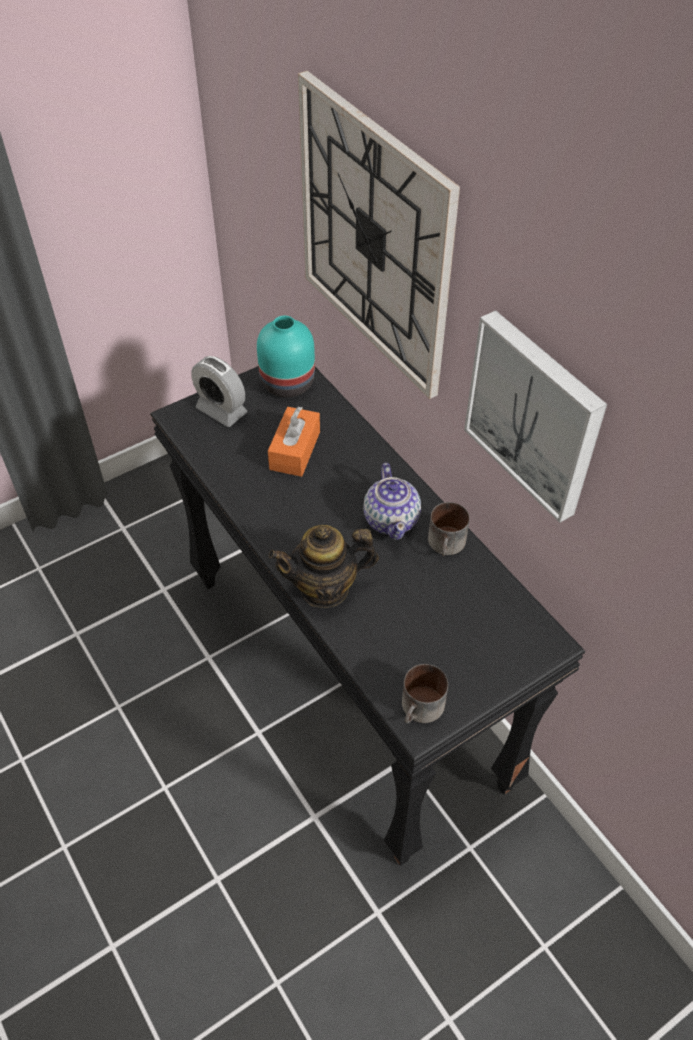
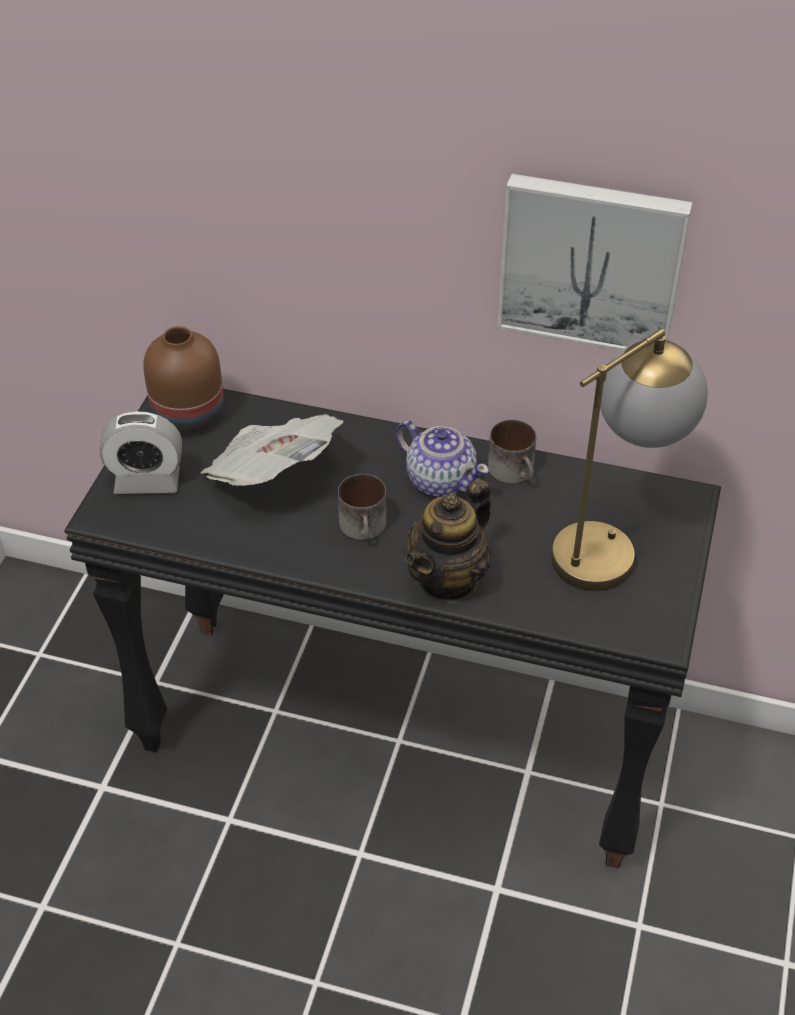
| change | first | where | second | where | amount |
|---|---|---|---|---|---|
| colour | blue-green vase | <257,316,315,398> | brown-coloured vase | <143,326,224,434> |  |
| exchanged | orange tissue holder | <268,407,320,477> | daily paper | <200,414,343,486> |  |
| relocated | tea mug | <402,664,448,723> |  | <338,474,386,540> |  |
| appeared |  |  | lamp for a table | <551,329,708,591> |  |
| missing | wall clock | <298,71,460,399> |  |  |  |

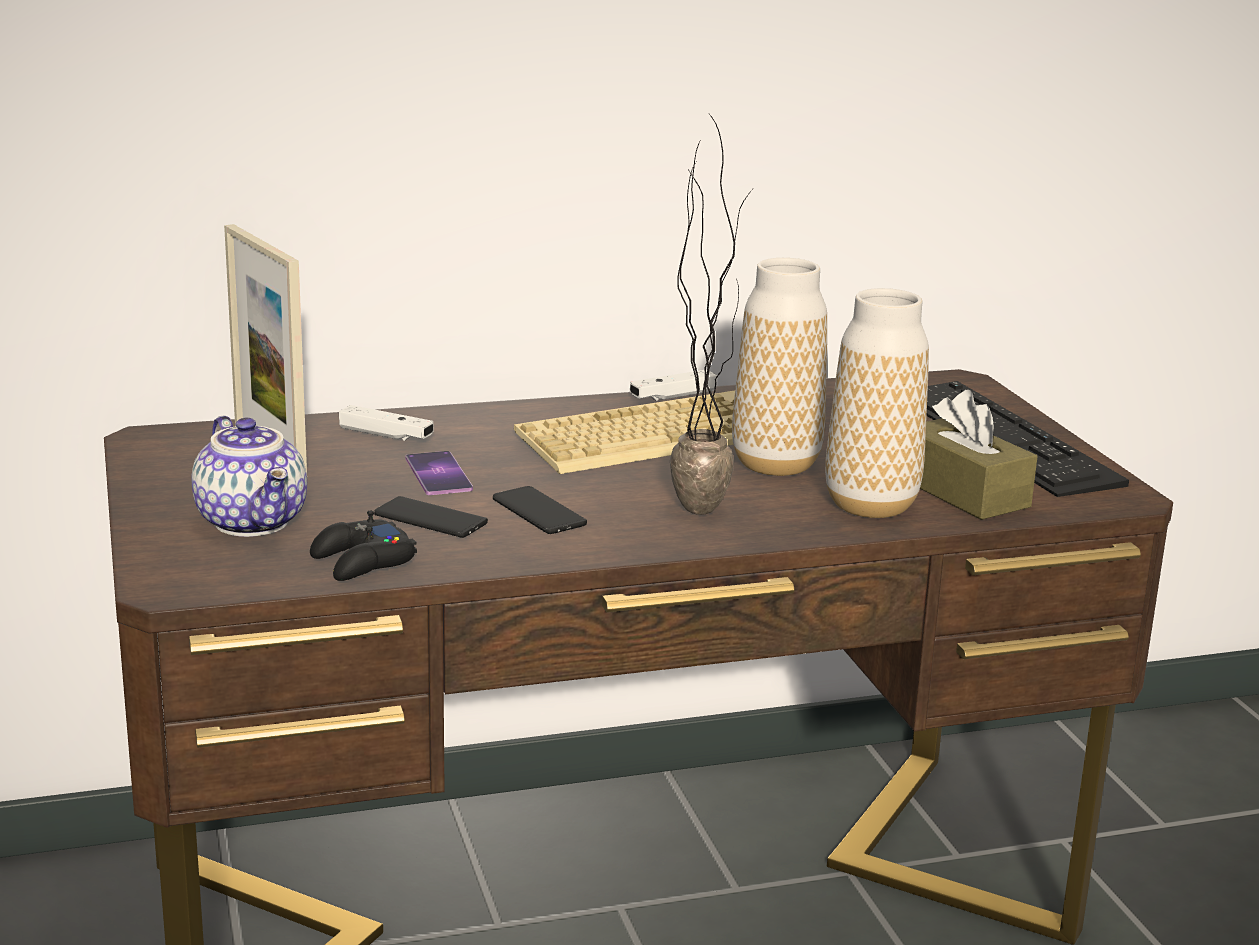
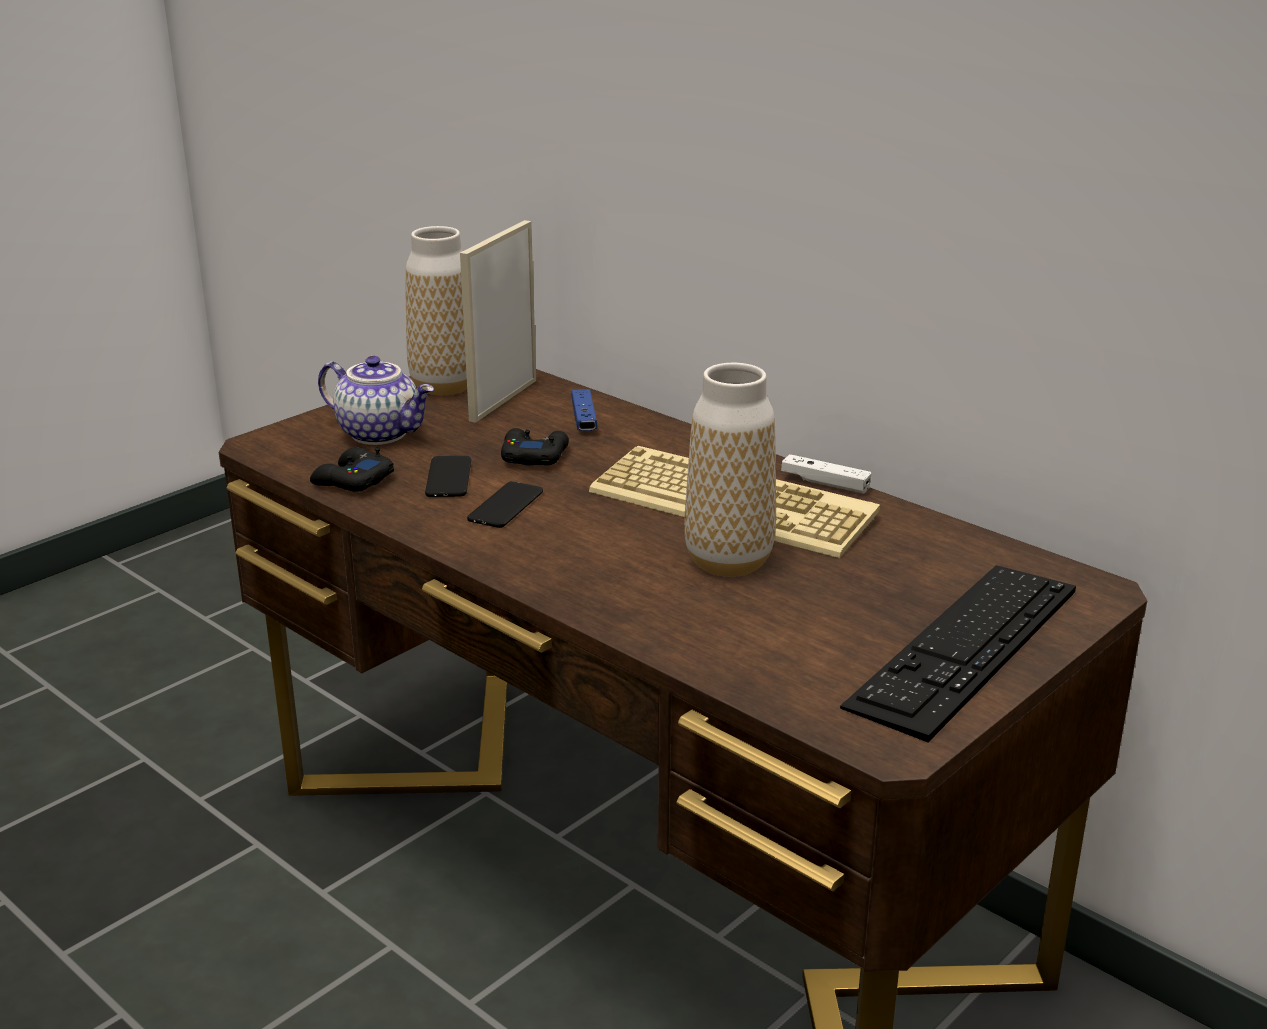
| change | first | where | second | where | amount |
|---|---|---|---|---|---|
| spun | tea pot | <191,415,307,537> |  | <318,356,434,445> | 90 degrees counterclockwise |
| relocated | vase | <825,288,929,518> |  | <405,226,467,395> |  |
| exchanged | handset | <406,451,473,495> | blackish game controller | <501,428,569,465> |  |
| colour | white-coloured game controller | <339,405,434,441> | blue game controller | <572,389,597,431> |  |
| missing | houseplant | <670,115,752,515> |  |  |  |
| missing | brown-coloured tissue holder | <920,390,1037,520> |  |  |  |

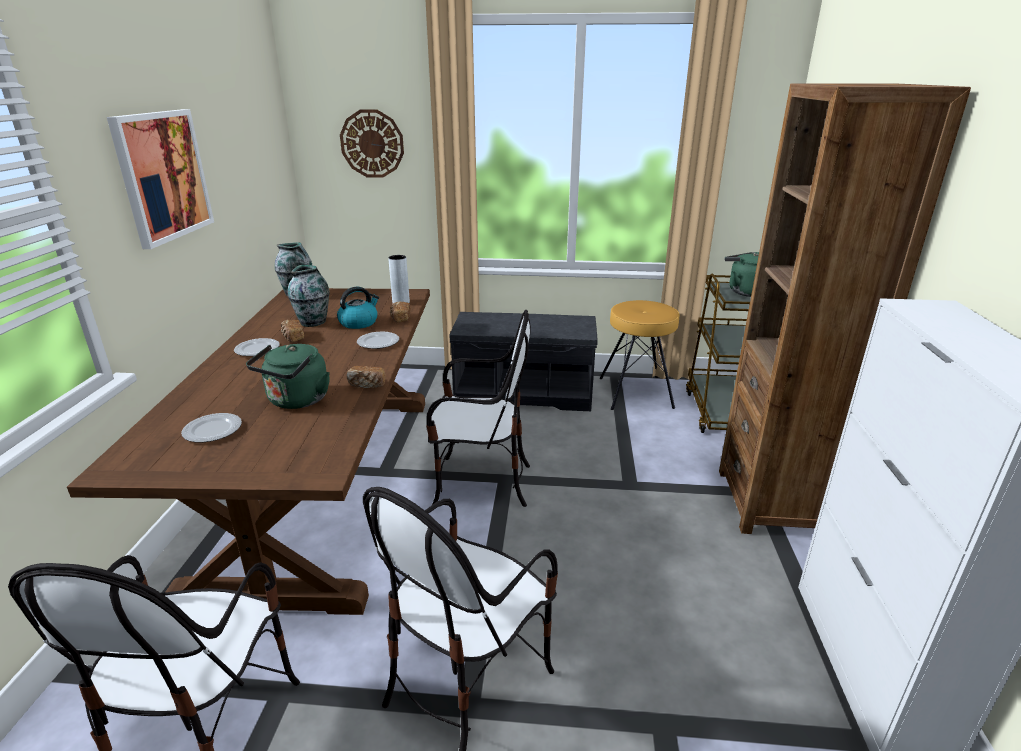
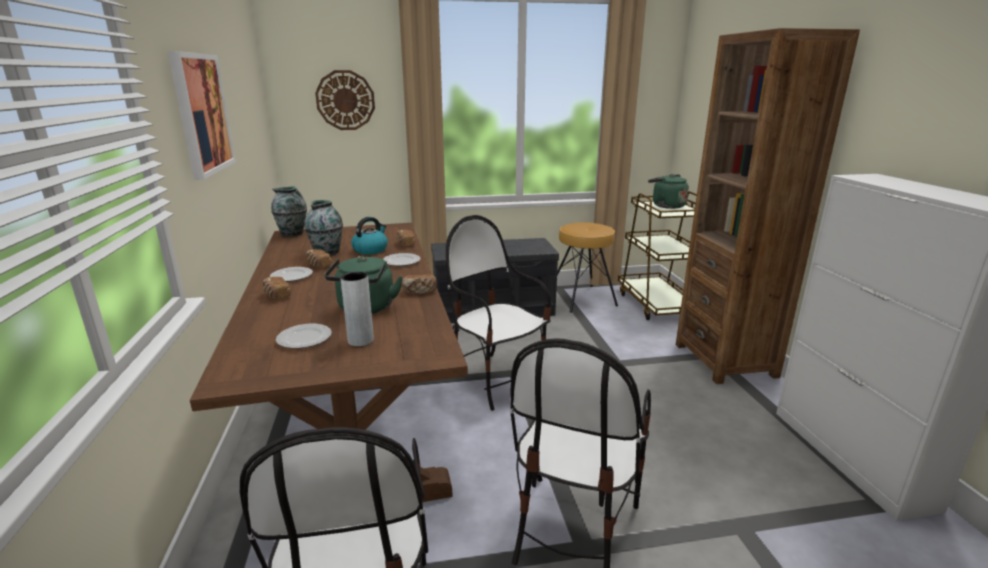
| change | first | where | second | where | amount |
|---|---|---|---|---|---|
| appeared |  |  | baked bread | <263,277,291,300> |  |
| relocated | gray vase | <388,255,410,303> |  | <340,272,374,346> |  |
| spun | upright chair | <426,310,531,507> |  | <446,215,552,411> | 120 degrees counterclockwise |

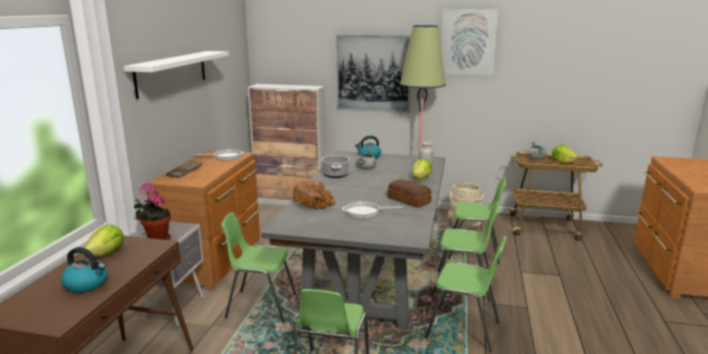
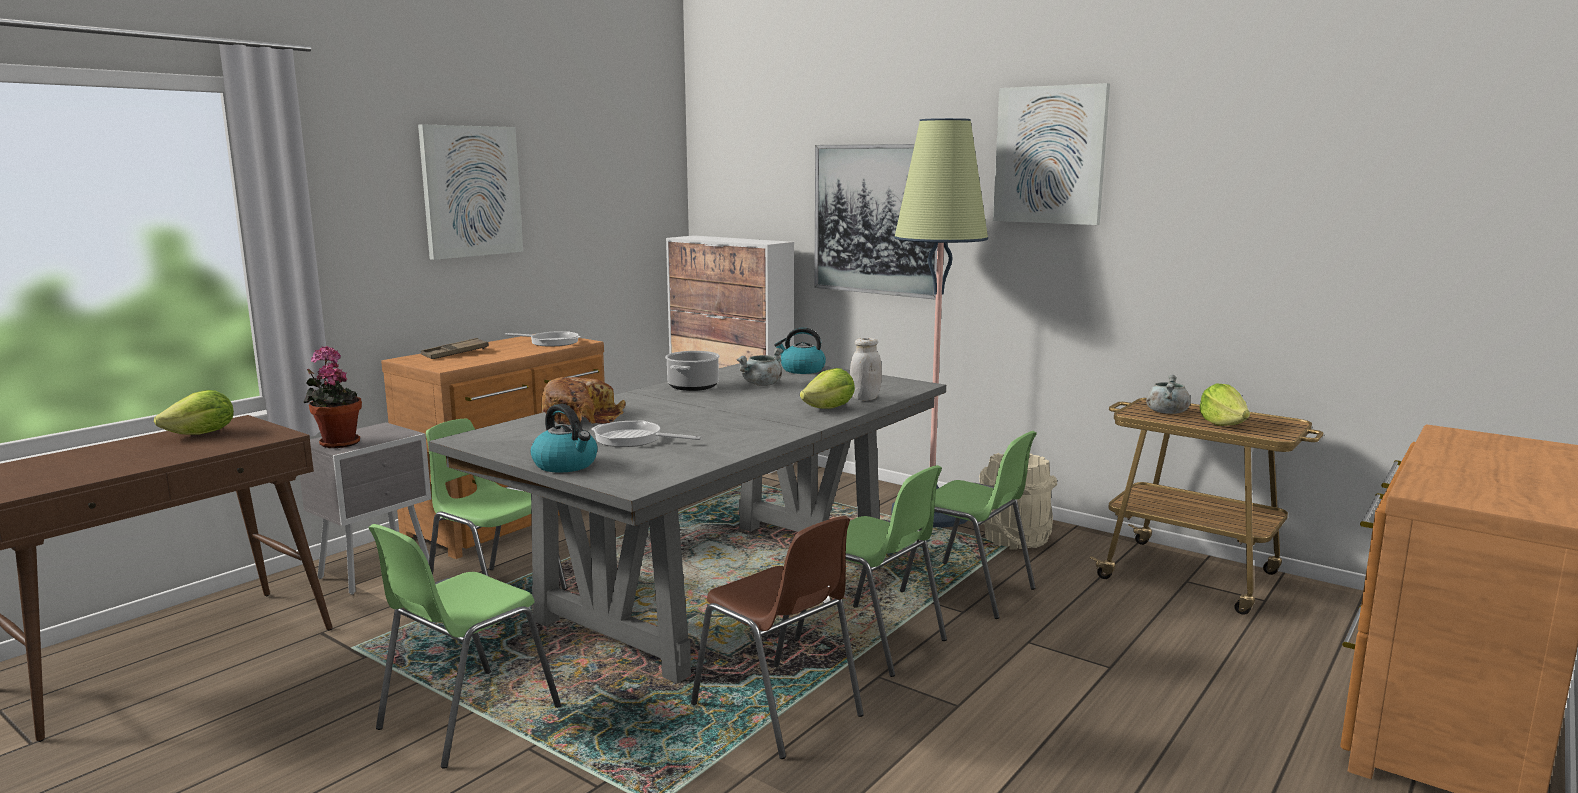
| change | first | where | second | where | amount |
|---|---|---|---|---|---|
| exchanged | white-coloured wall shelf | <124,51,229,99> | picture | <418,124,523,260> |  |
| relocated | water kettle | <61,247,108,293> |  | <531,404,598,473> |  |
| colour | green upright chair | <425,236,507,353> | brown-coloured upright chair | <691,516,864,759> |  |
| missing | baked bread | <387,179,432,208> |  |  |  |

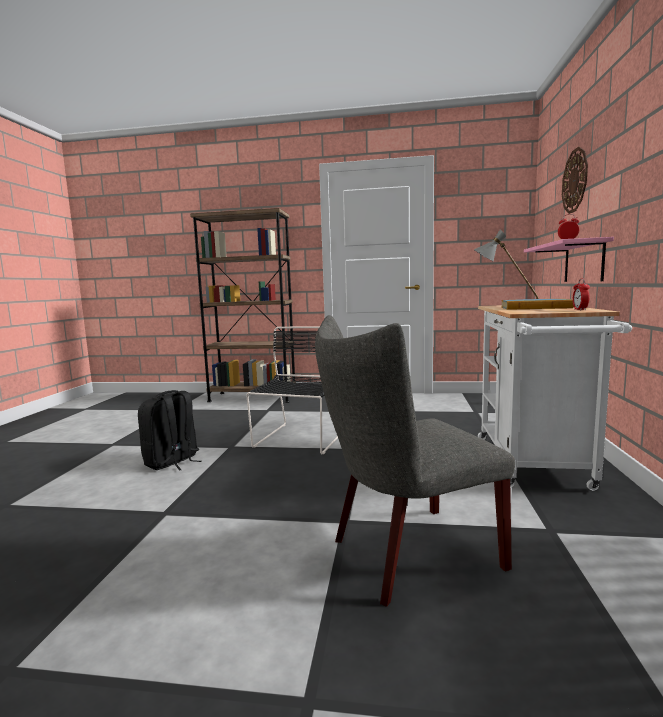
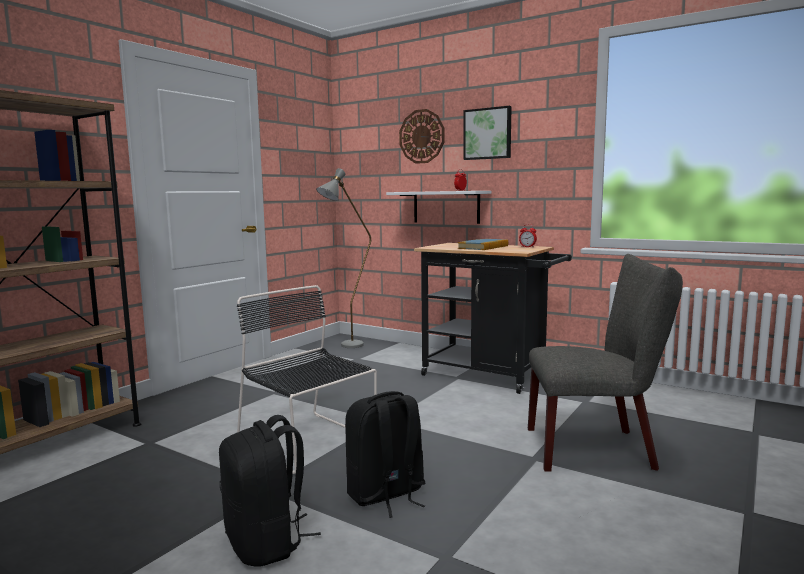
| change | first | where | second | where | amount |
|---|---|---|---|---|---|
| appeared |  |  | blackish rucksack | <345,391,426,518> |  |
| colour | pink wall shelf | <524,237,614,282> | white-coloured wall shelf | <386,191,491,224> |  |
| colour | white-coloured wheeled cart | <478,305,632,491> | blackish wheeled cart | <414,243,572,394> |  |
| appeared |  |  | picture | <463,106,512,160> |  |
| spun | gray upright chair | <315,315,515,607> |  | <528,254,683,472> | 90 degrees counterclockwise |

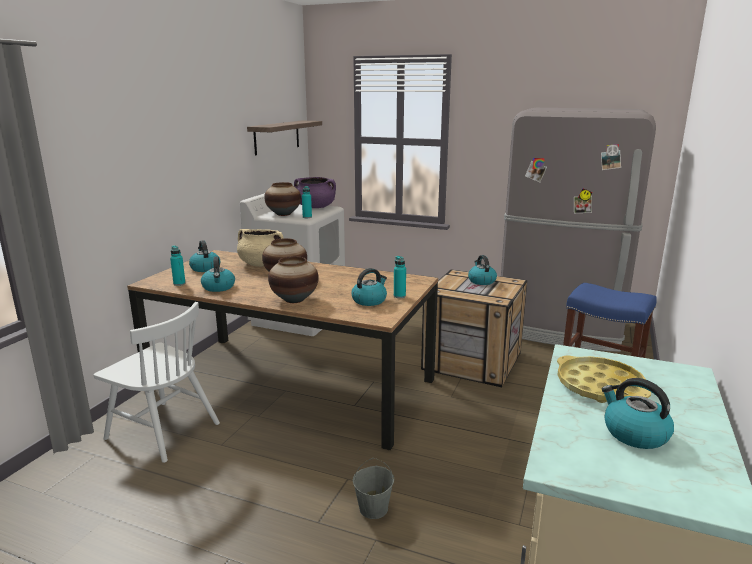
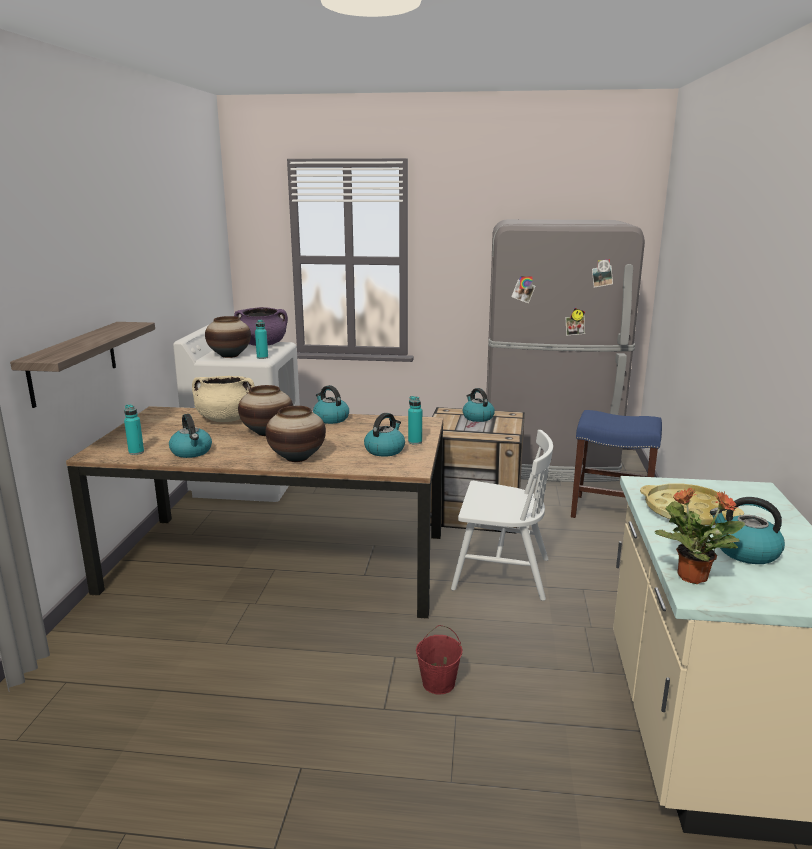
| change | first | where | second | where | amount |
|---|---|---|---|---|---|
| relocated | wall shelf | <247,121,322,155> |  | <10,322,155,408> |  |
| relocated | water kettle | <189,240,220,272> |  | <313,385,349,424> |  |
| colour | gray bucket | <353,458,394,519> | red bucket | <416,625,462,695> |  |
| relocated | white-coloured upright chair | <94,302,220,463> |  | <451,430,553,601> |  |
| appeared |  |  | houseplant | <654,487,745,584> |  |

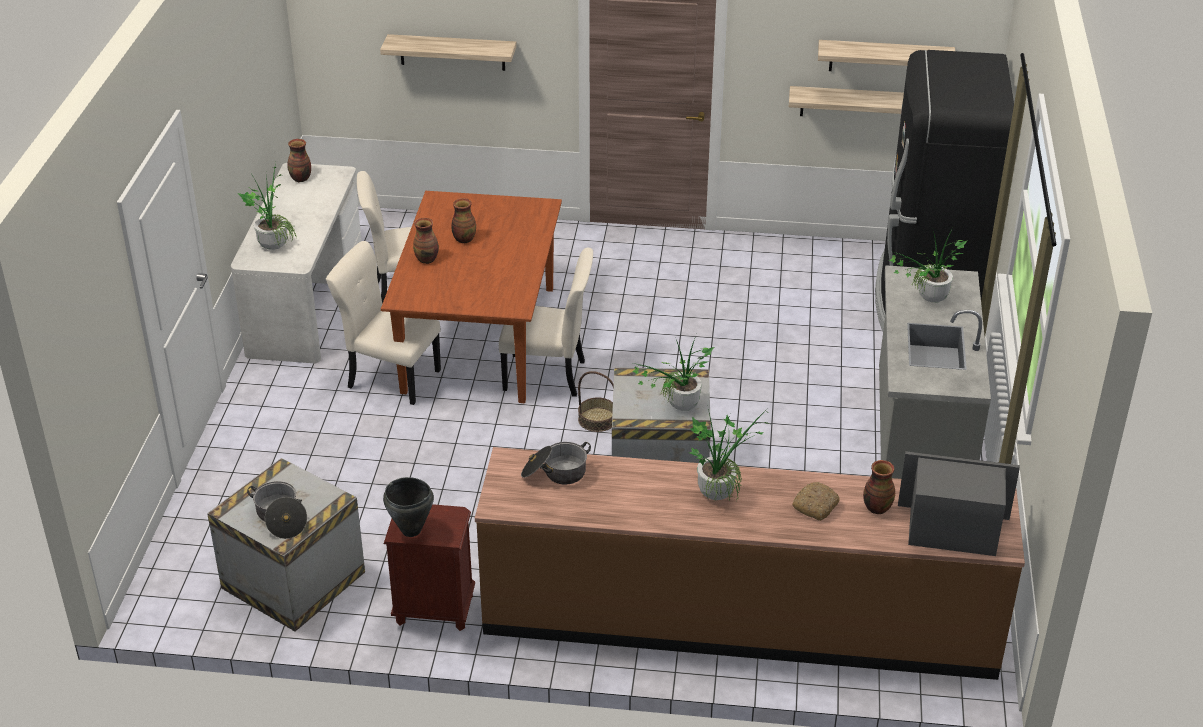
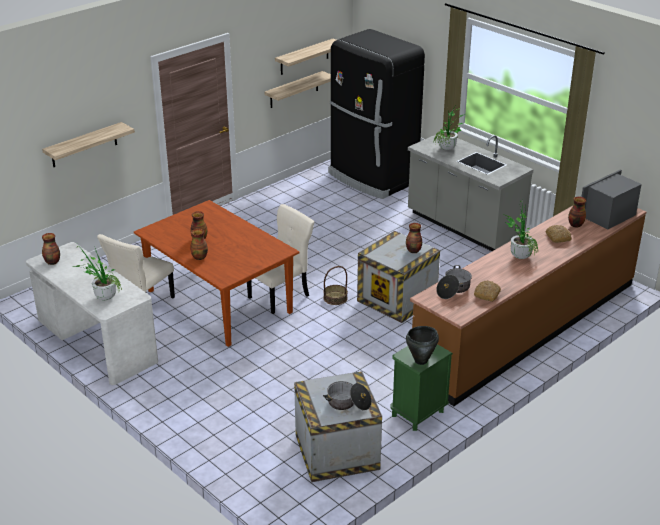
| change | first | where | second | where | amount |
|---|---|---|---|---|---|
| colour | brown-coloured nightstand | <384,504,475,631> | green nightstand | <390,344,453,431> |  |
| exchanged | houseplant | <632,336,714,411> | vase | <406,223,422,253> |  |
| appeared |  |  | baked bread | <474,281,501,302> |  |
| missing | sand-coloured upright chair | <326,241,441,405> |  |  |  |

